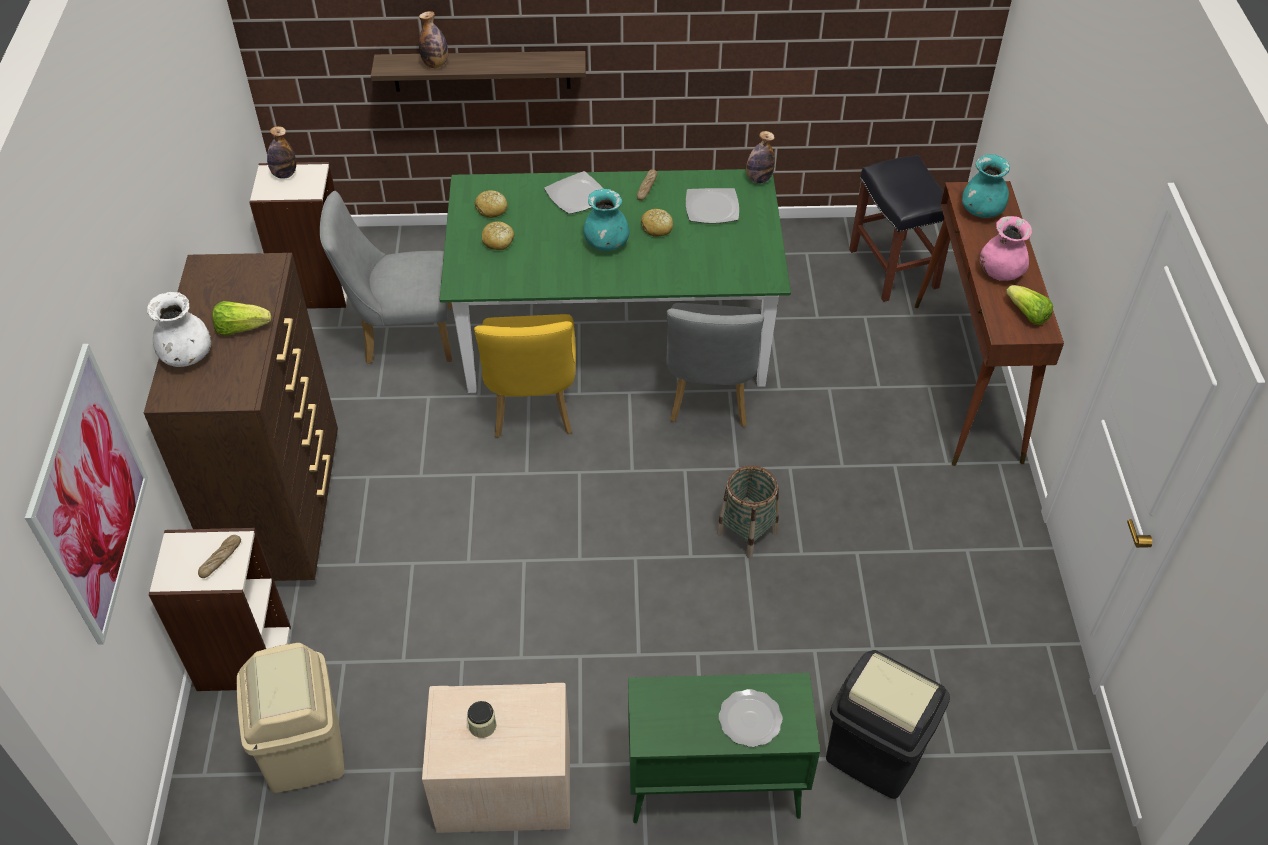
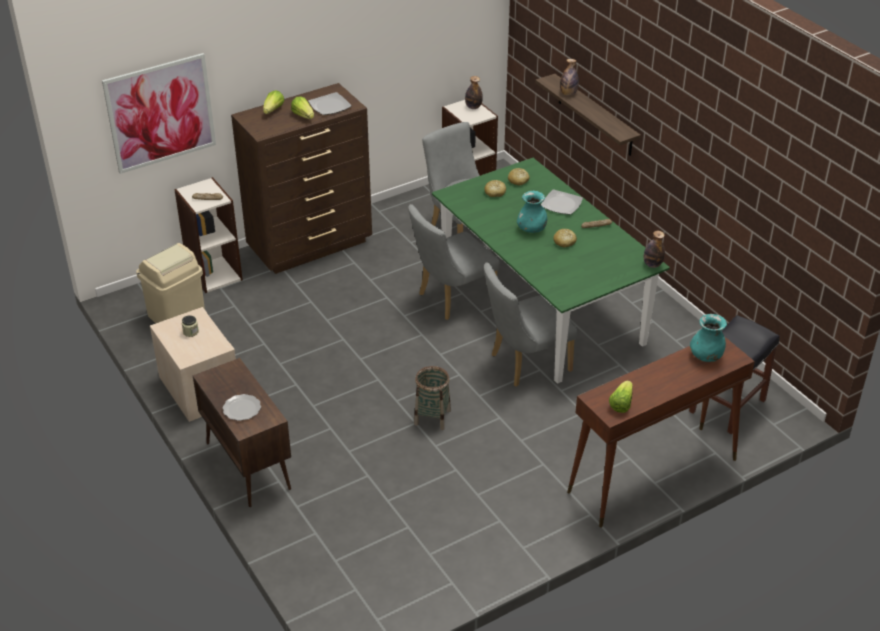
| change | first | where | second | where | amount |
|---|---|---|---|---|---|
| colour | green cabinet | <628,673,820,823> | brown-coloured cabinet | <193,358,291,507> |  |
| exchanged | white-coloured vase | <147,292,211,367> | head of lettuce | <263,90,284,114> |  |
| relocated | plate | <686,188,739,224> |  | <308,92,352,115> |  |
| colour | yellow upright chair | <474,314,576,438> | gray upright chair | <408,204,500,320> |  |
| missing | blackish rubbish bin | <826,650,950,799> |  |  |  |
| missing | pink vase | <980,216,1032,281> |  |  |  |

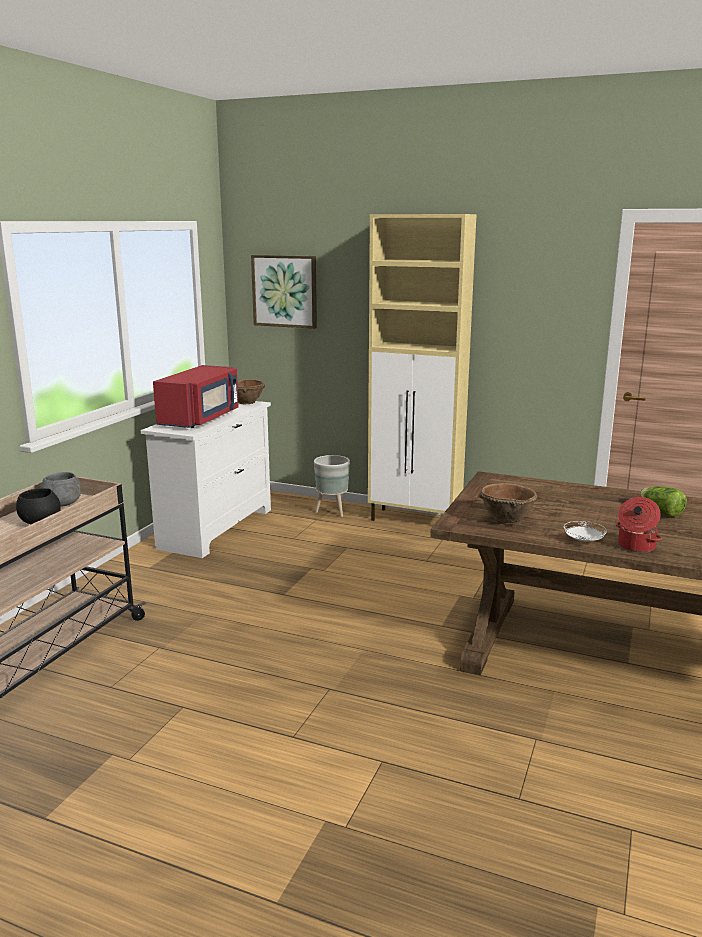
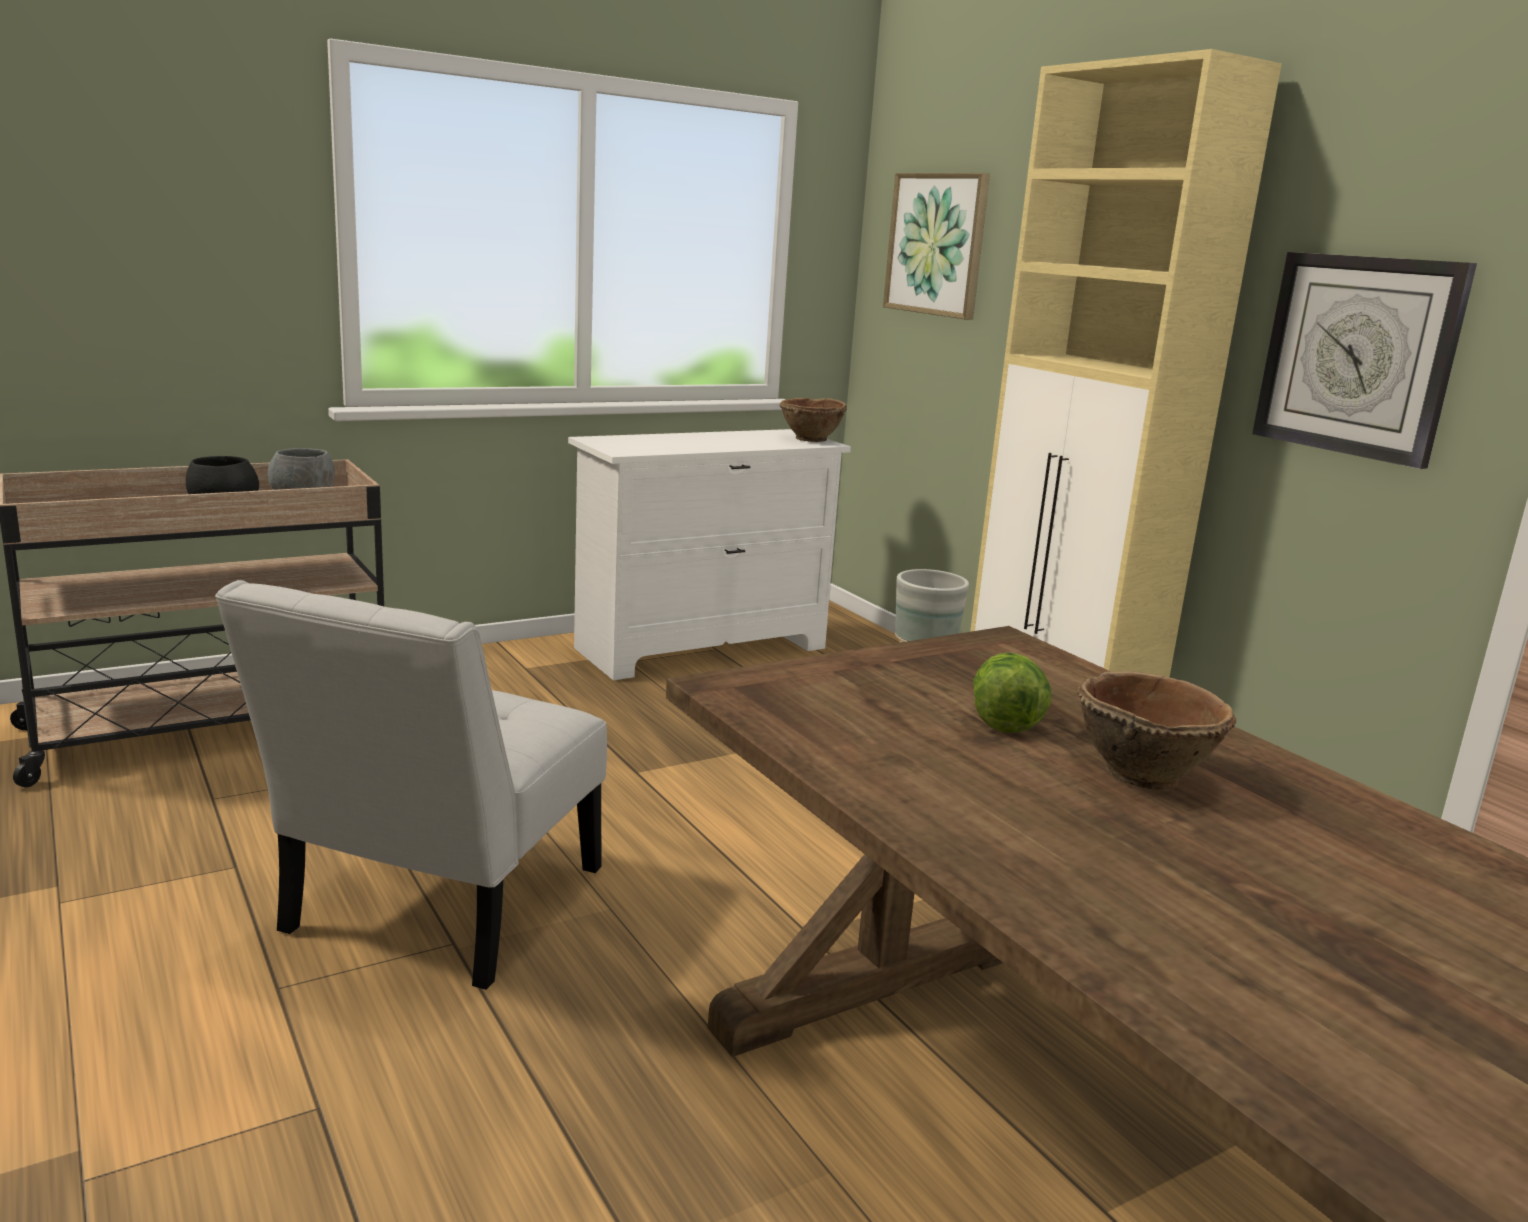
| change | first | where | second | where | amount |
|---|---|---|---|---|---|
| appeared |  |  | white-coloured upright chair | <215,580,607,990> |  |
| relocated | head of lettuce | <640,486,687,517> |  | <973,653,1051,733> |  |
| relocated | brown-coloured serving bowl | <479,483,538,525> |  | <1077,671,1236,790> |  |
| appeared |  |  | wall clock | <1252,252,1477,469> |  |
| missing | red microwave | <153,365,239,428> |  |  |  |
| missing | white-coloured plate | <564,521,607,542> |  |  |  |
| missing | stockpot | <616,497,662,553> |  |  |  |

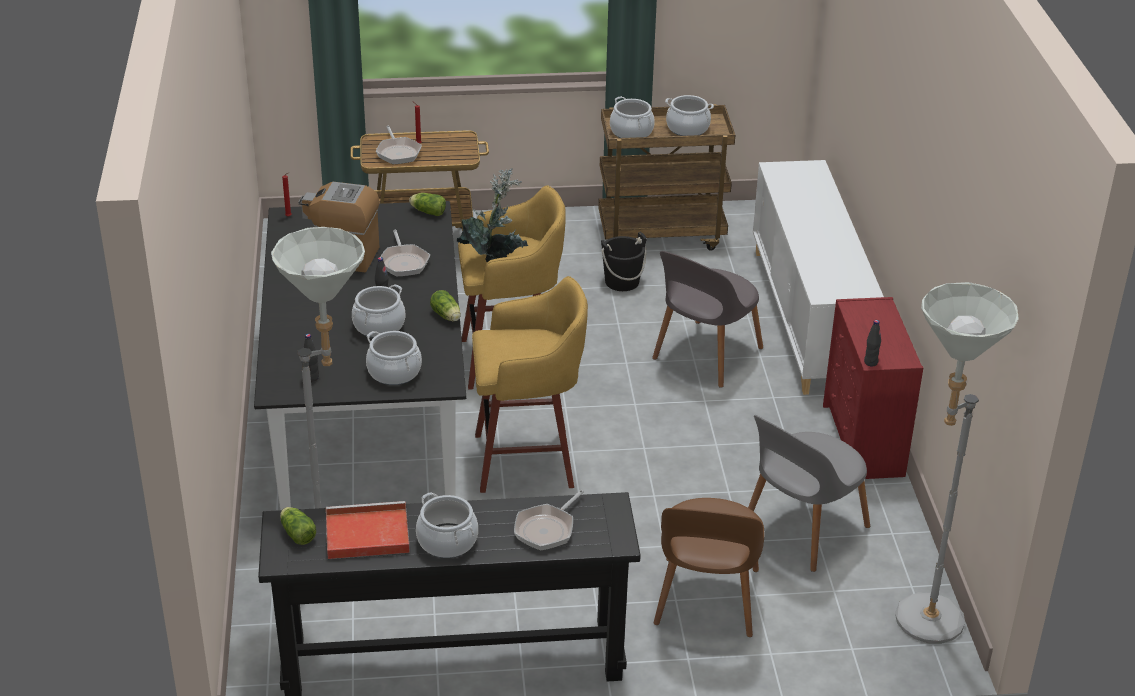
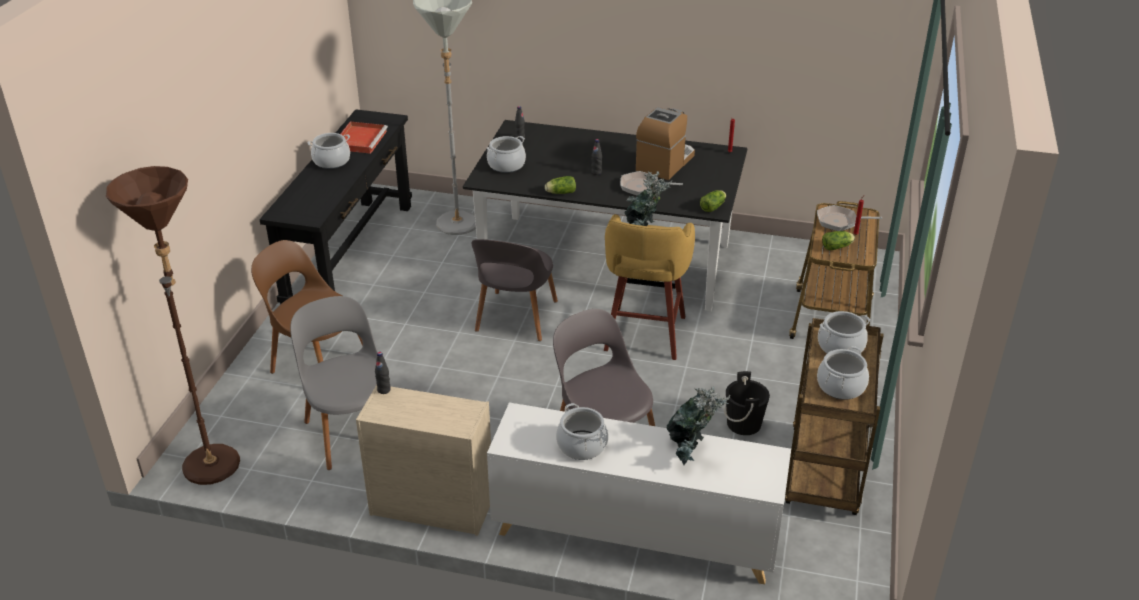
| change | first | where | second | where | amount |
|---|---|---|---|---|---|
| colour | gray standard lamp | <895,282,1019,644> | brown-coloured standard lamp | <106,166,240,485> |  |
| colour | red drawer chest | <823,297,923,479> | sand-coloured drawer chest | <356,385,491,536> |  |
| exchanged | yellow stool | <472,276,588,493> | gray upright chair | <471,239,558,341> |  |
| relocated | stockpot | <352,284,405,338> |  | <556,403,608,460> |  |
| appeared |  |  | houseplant | <666,386,730,465> |  |
| relocated | head of lettuce | <280,507,316,545> |  | <822,231,855,250> |  |
| missing | frying pan | <514,490,584,550> |  |  |  |

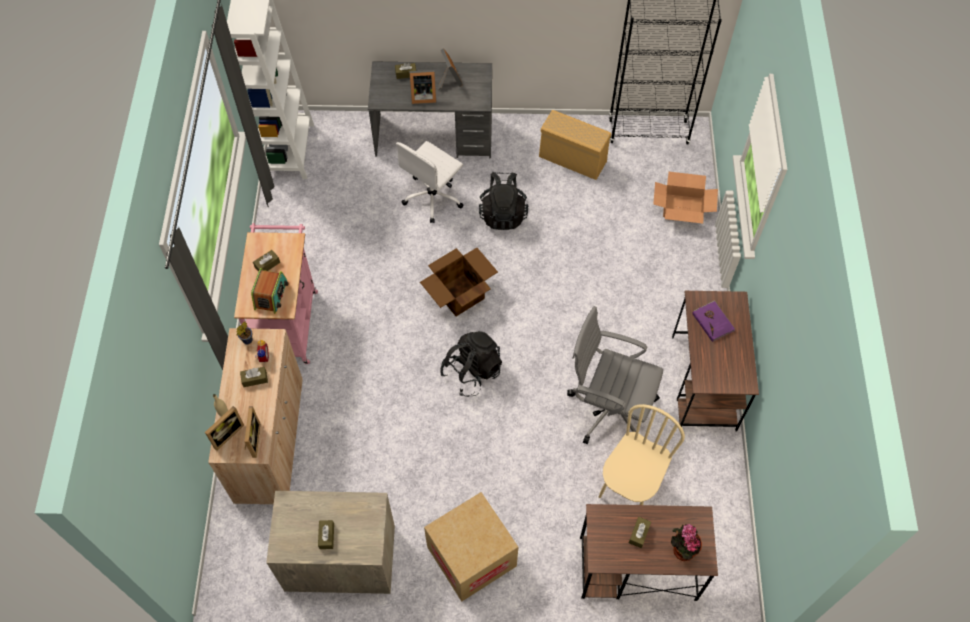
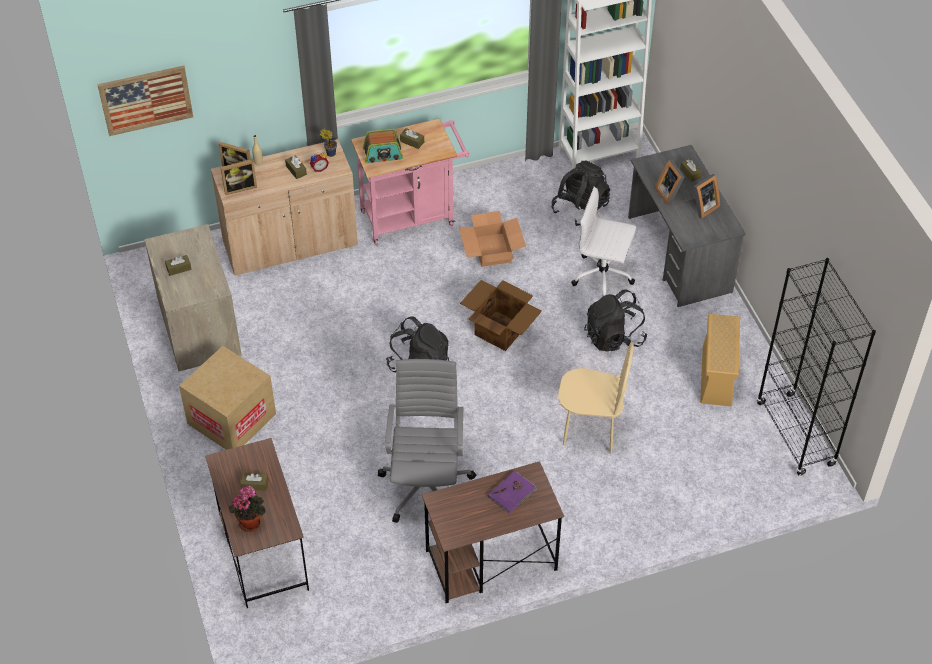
| change | first | where | second | where | amount |
|---|---|---|---|---|---|
| appeared |  |  | picture | <97,65,193,136> |  |
| relocated | packing box | <653,172,718,224> |  | <459,211,526,267> |  |
| appeared |  |  | blackish rucksack | <551,161,610,226> |  |
| relocated | sand-coloured upright chair | <599,404,685,505> |  | <558,342,634,454> |  |

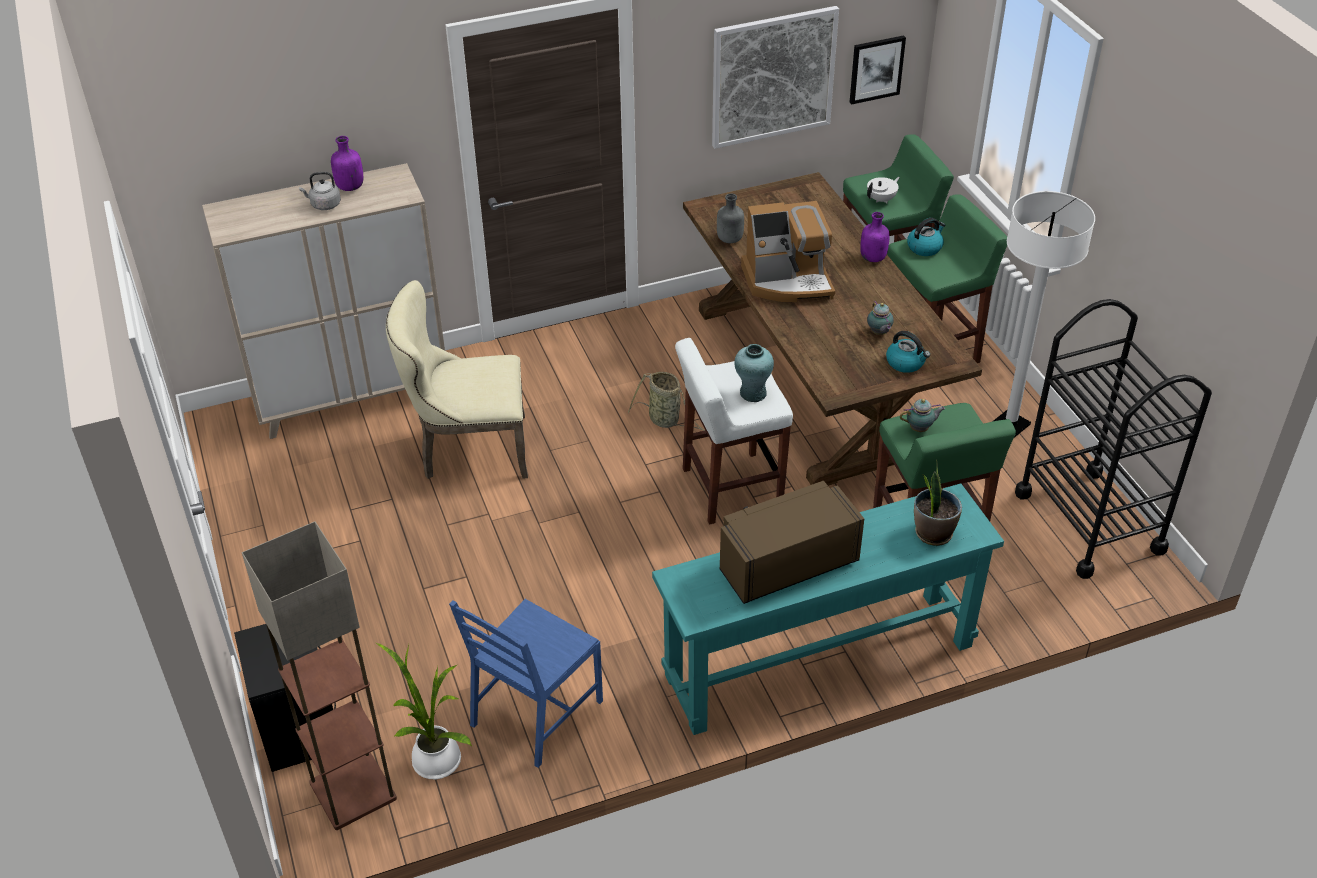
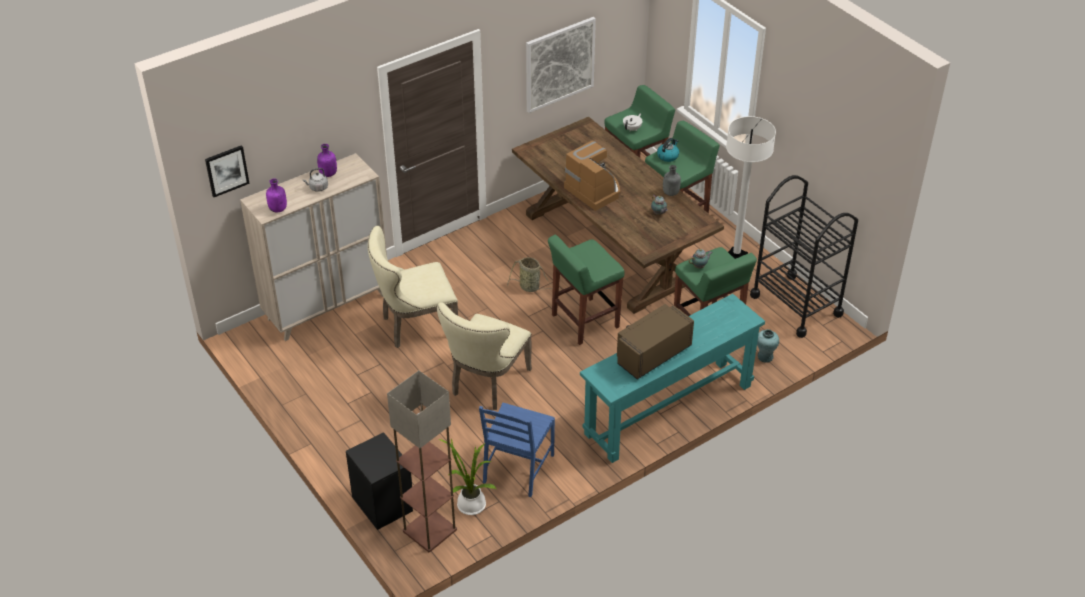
| change | first | where | second | where | amount |
|---|---|---|---|---|---|
| relocated | picture | <850,35,906,105> |  | <205,145,250,197> |  |
| relocated | purplish beverage bottle | <860,212,890,262> |  | <266,179,287,213> |  |
| appeared |  |  | sand-coloured upright chair | <437,302,532,410> |  |
| colour | white-coloured stool | <675,338,793,525> | green stool | <548,235,625,345> |  |
| spun | coffee brewer | <741,201,835,302> |  | <564,141,620,211> | 105 degrees counterclockwise |
| relocated | gray beverage bottle | <717,194,744,243> |  | <663,165,681,196> |  |
| relocated | blue-green vase | <734,344,774,402> |  | <757,329,779,363> |  |
| missing | water kettle | <886,331,930,373> |  |  |  |
| missing | houseplant | <914,459,962,546> |  |  |  |

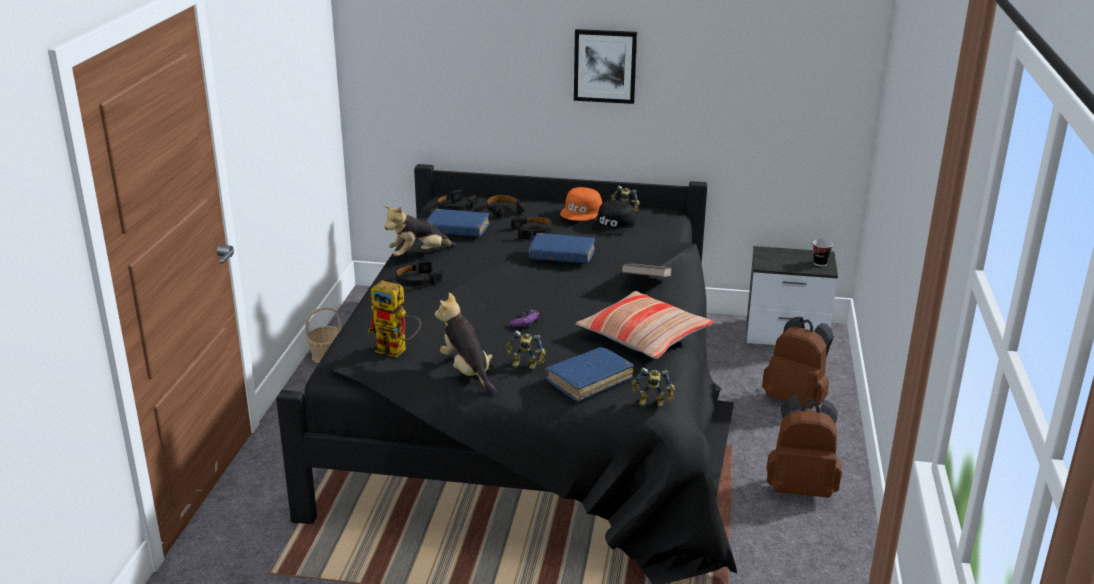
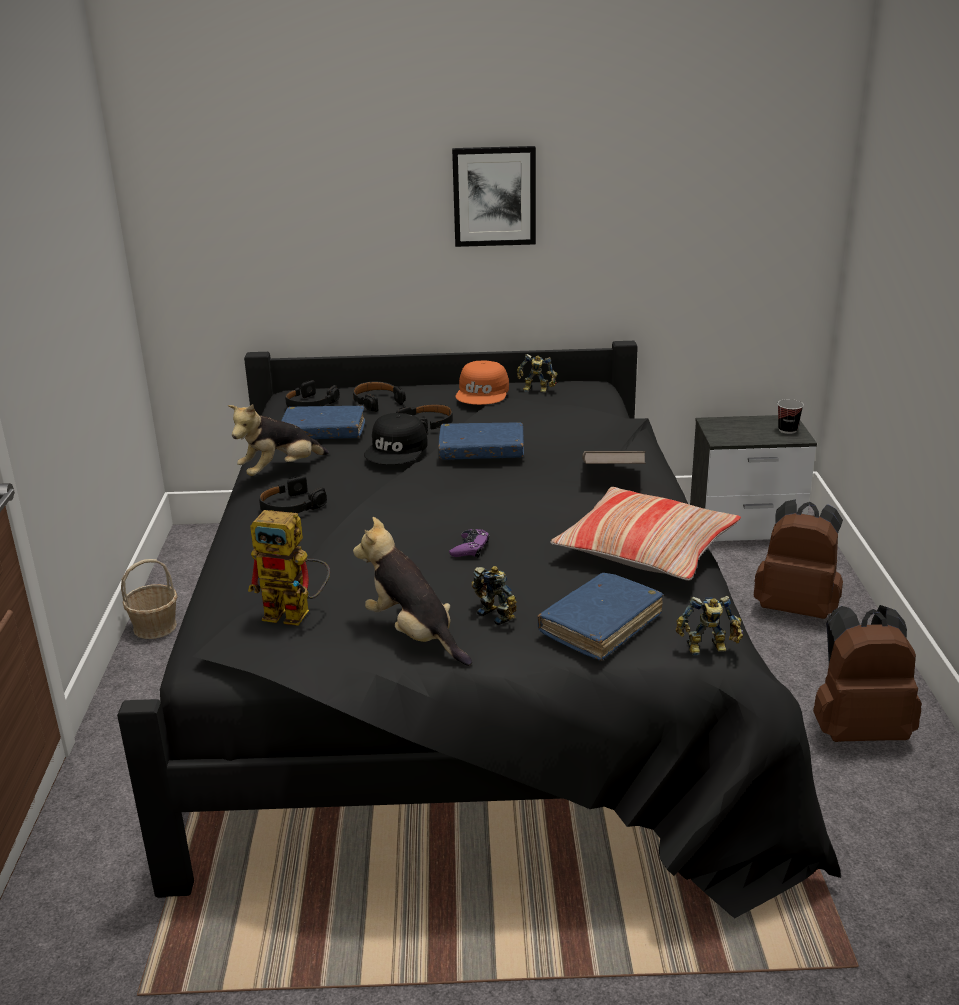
| change | first | where | second | where | amount |
|---|---|---|---|---|---|
| relocated | blackish peaked cap | <591,200,636,235> |  | <364,413,428,464> |  |
| spun | model robot | <506,330,546,369> |  | <471,566,517,626> | 135 degrees counterclockwise |

